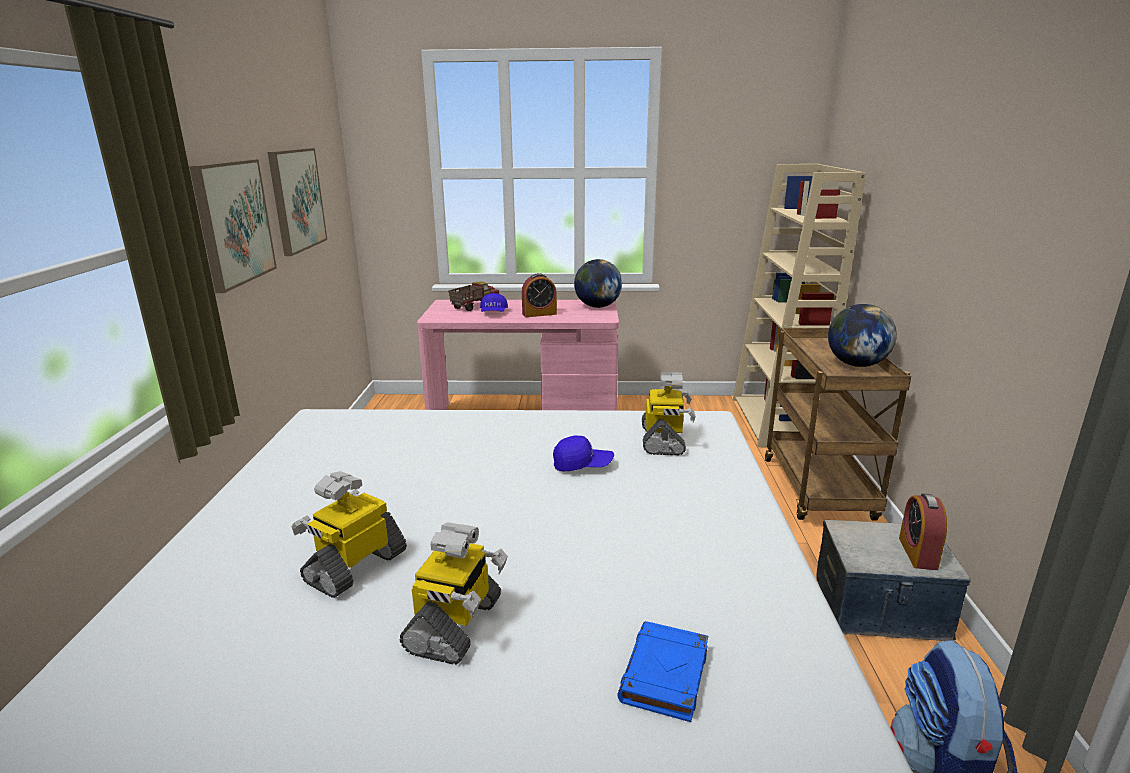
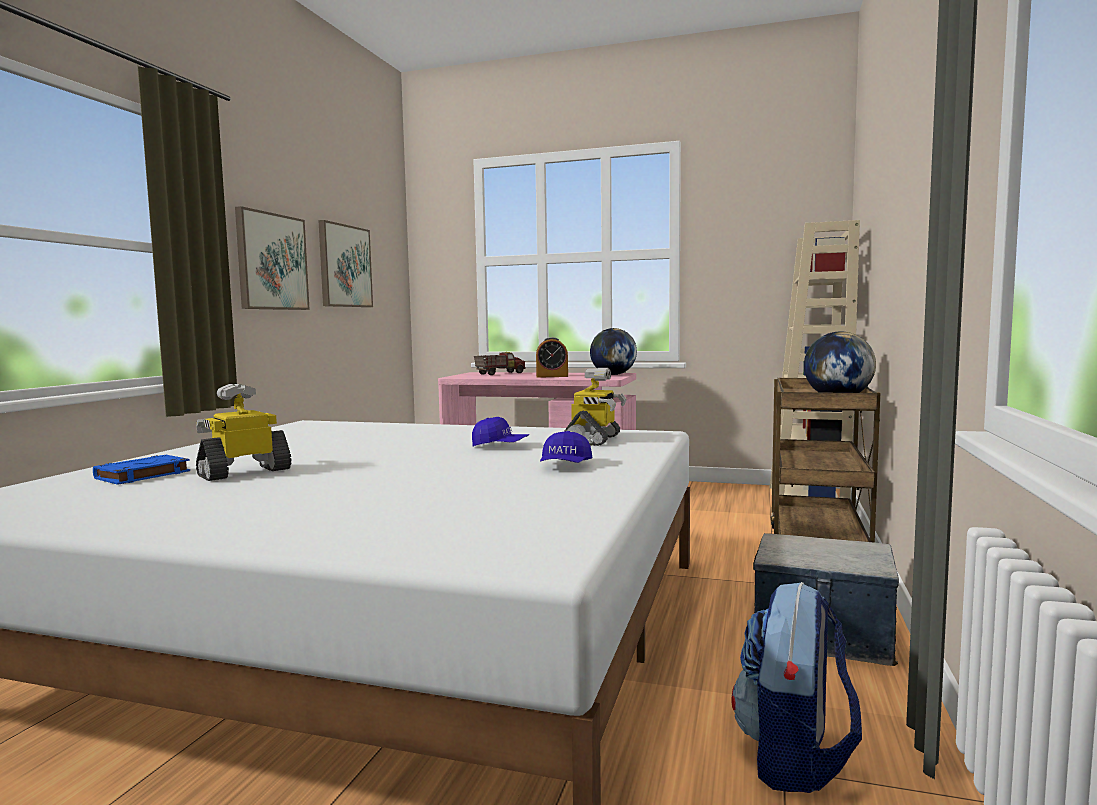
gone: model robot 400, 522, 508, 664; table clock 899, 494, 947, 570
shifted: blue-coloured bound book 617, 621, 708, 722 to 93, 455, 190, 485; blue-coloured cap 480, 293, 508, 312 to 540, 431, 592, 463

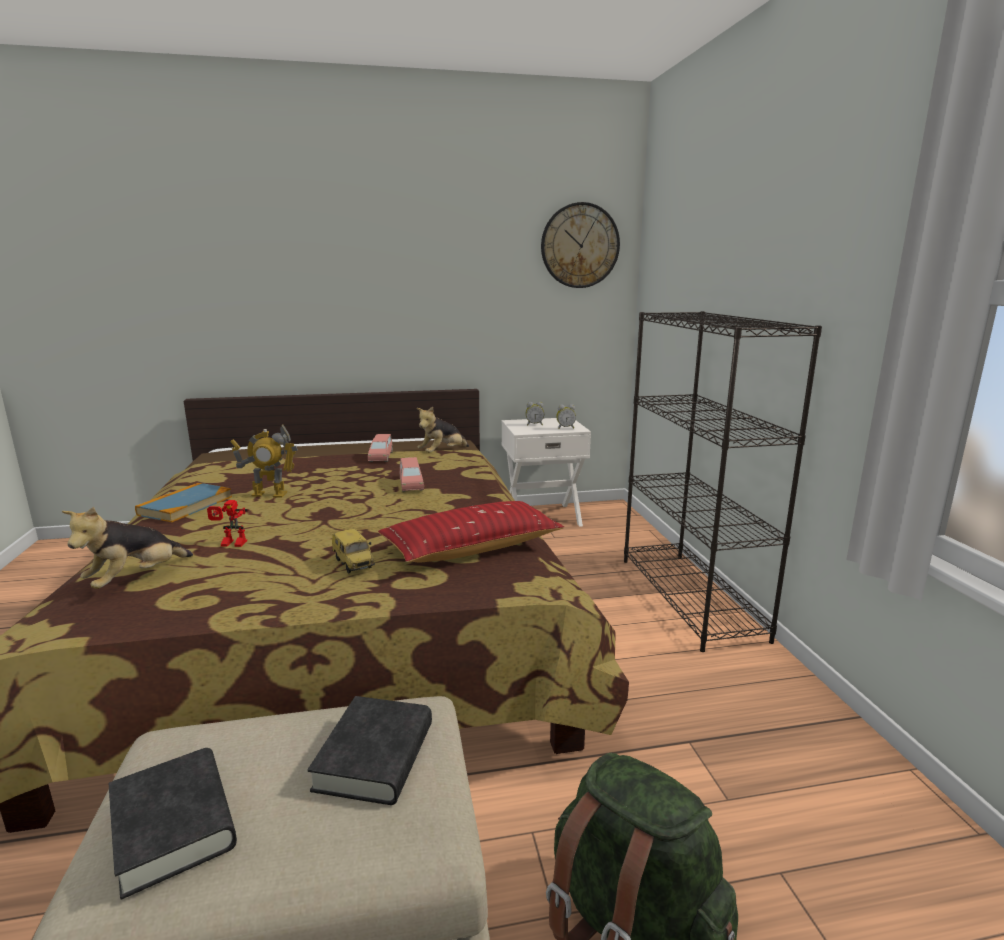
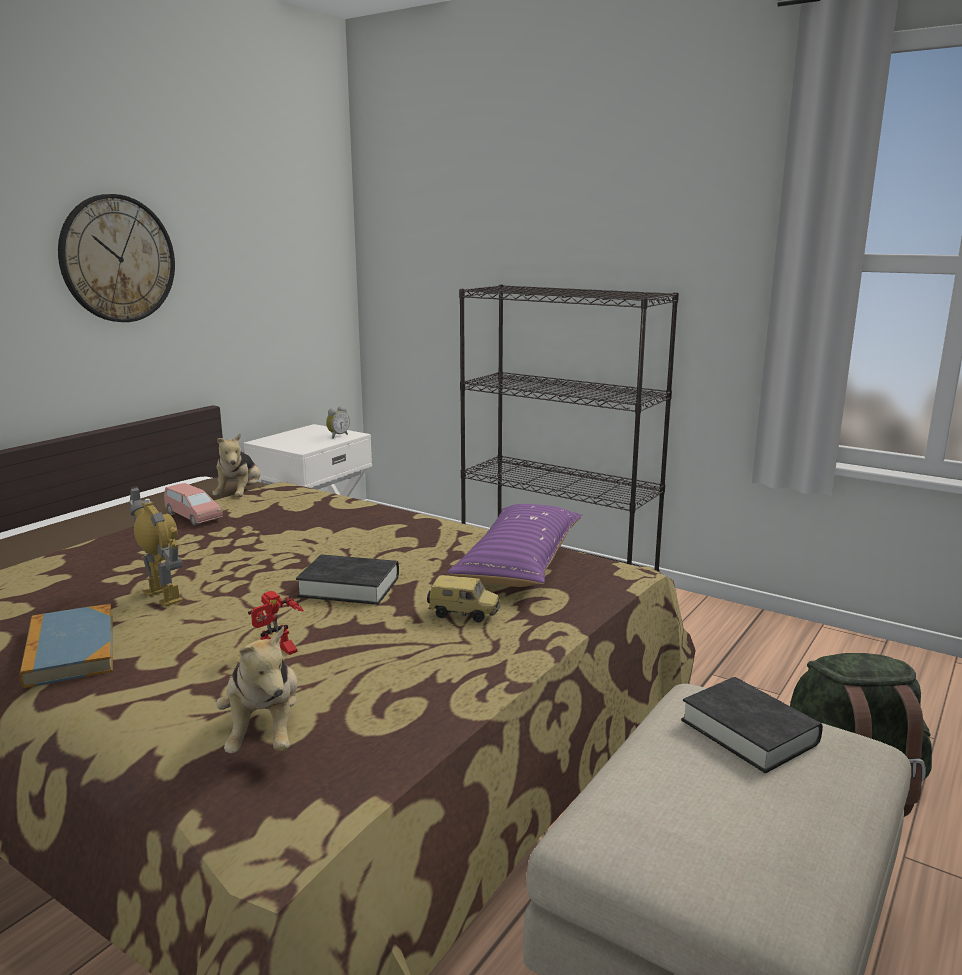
gone: pink miniature car 400, 457, 424, 492; table clock 526, 402, 544, 426
shifted: clock on the wall 541, 202, 620, 288 to 58, 194, 175, 322; blackish bound book 109, 748, 237, 900 to 296, 554, 399, 605
repainted: red pillow 378, 501, 564, 562 to purplish pillow 447, 504, 583, 587
rotated: model robot 230, 425, 298, 498 = 130, 486, 183, 607 90 degrees counterclockwise

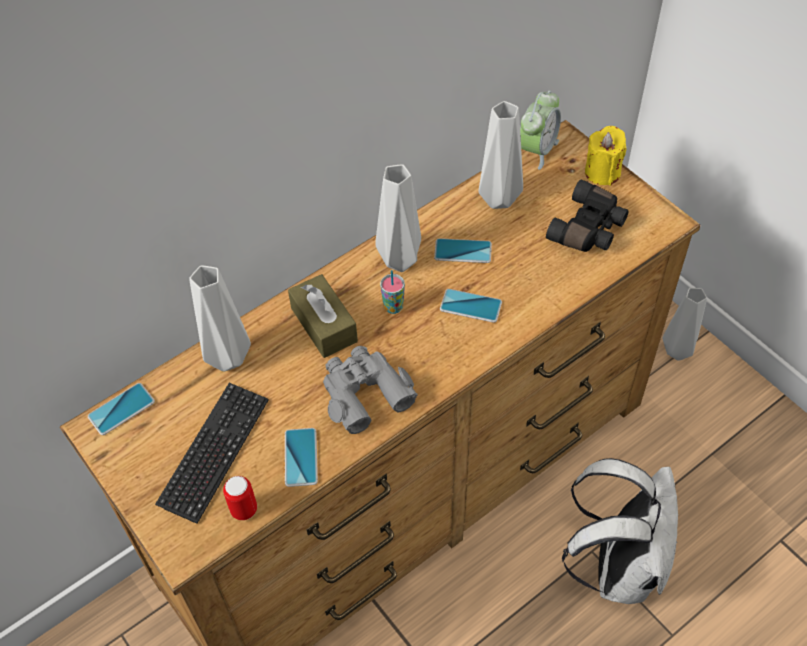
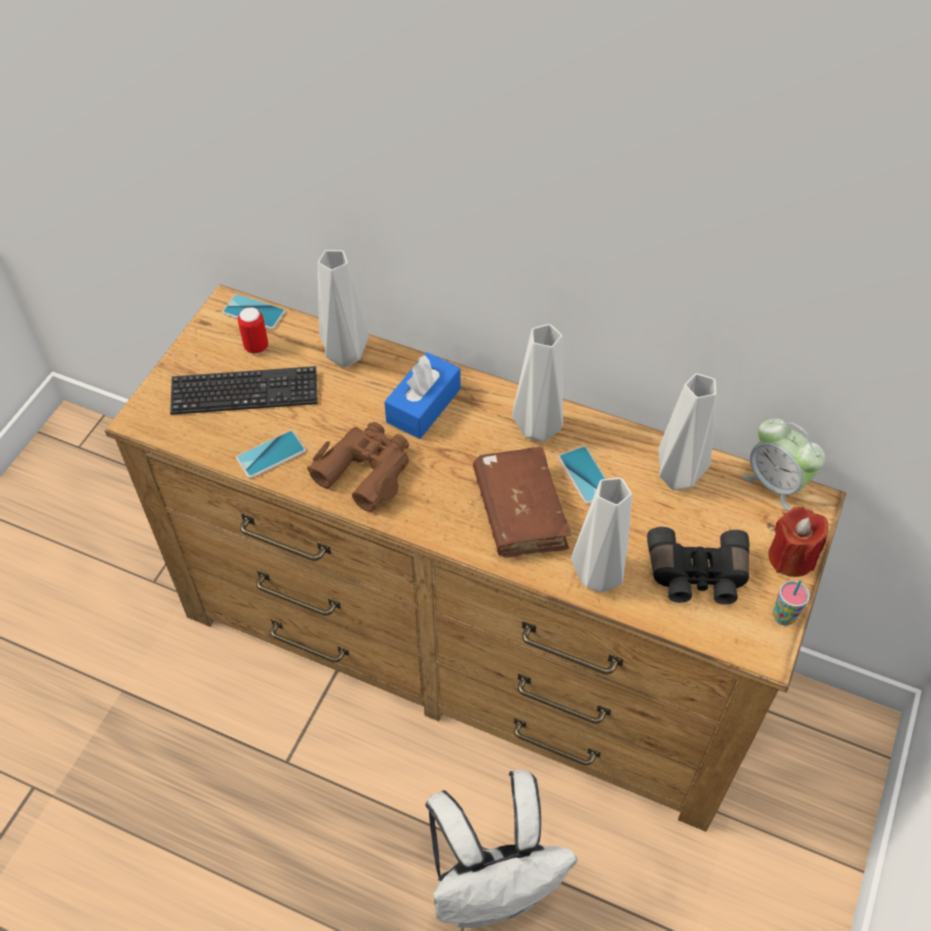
shifted: metal can 223, 476, 257, 520 to 238, 307, 268, 354; grey flower vase 662, 288, 707, 361 to 571, 478, 632, 593; small cup 380, 270, 405, 314 to 773, 580, 810, 626
swapped: phone 440, 289, 502, 323 to brown-coloured bound book 473, 447, 572, 558
repainted: grey pair of binoculars 323, 346, 418, 434 to brown-coloured pair of binoculars 307, 422, 409, 512; brown-coloured box of tissues 288, 274, 358, 358 to blue-coloured box of tissues 384, 352, 460, 439; yellowish wax candle 585, 126, 626, 186 to red wax candle 768, 507, 828, 577
rotated: table clock 520, 90, 561, 170 = 742, 418, 825, 511 45 degrees clockwise

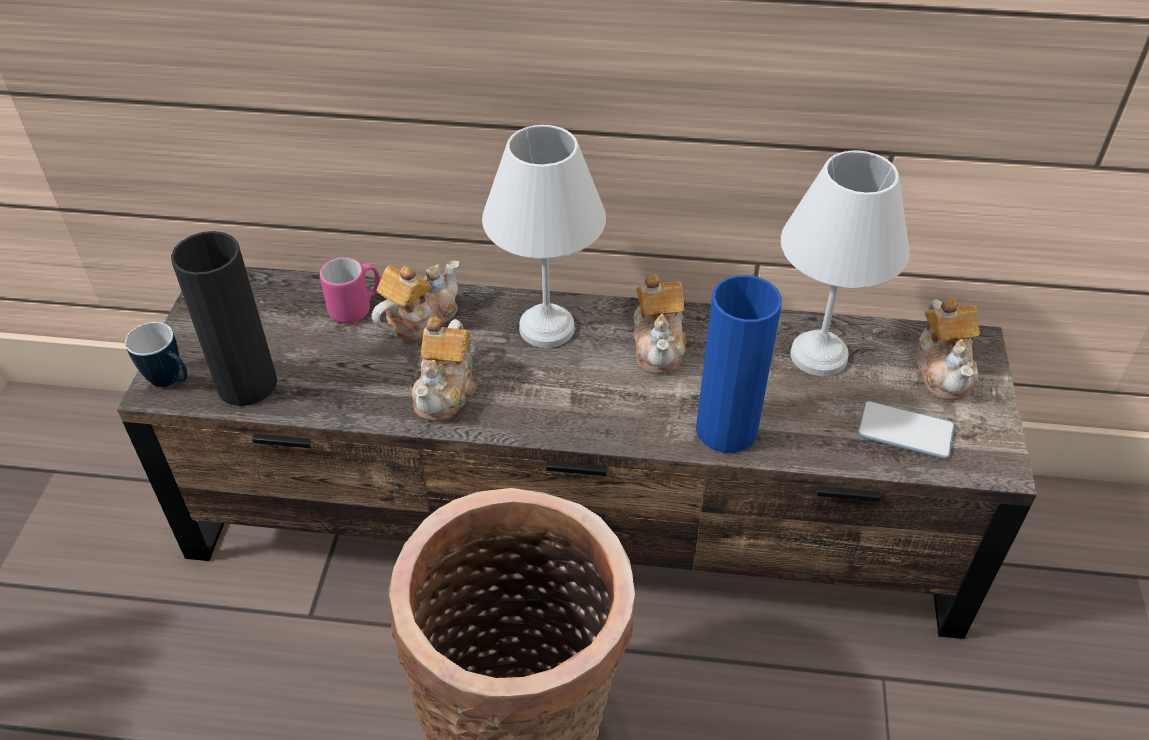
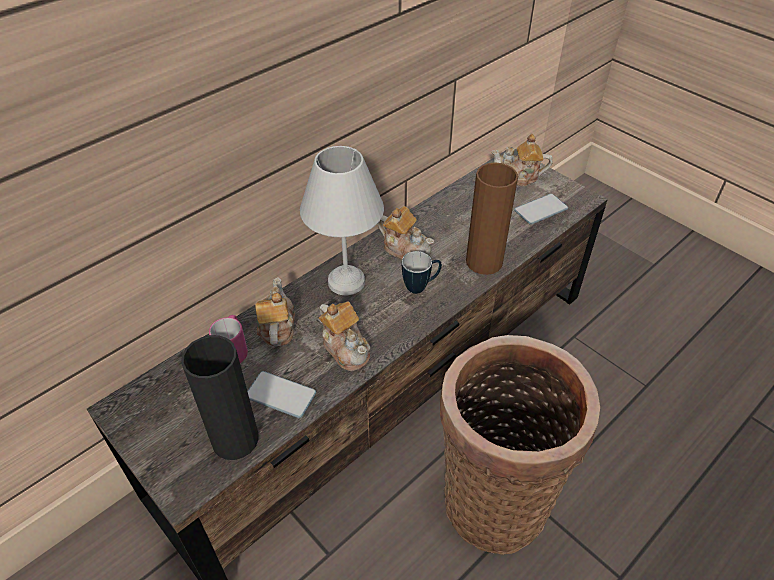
gone: white-coloured tabletop lamp 781, 150, 910, 376
new: phone 247, 371, 316, 418
shifted: mug 125, 322, 188, 387 to 402, 251, 442, 294
repainted: blue-coloured flower vase 696, 275, 782, 453 to brown-coloured flower vase 466, 162, 518, 275
rotated: teapot 915, 298, 980, 400 = 491, 134, 553, 187 150 degrees clockwise

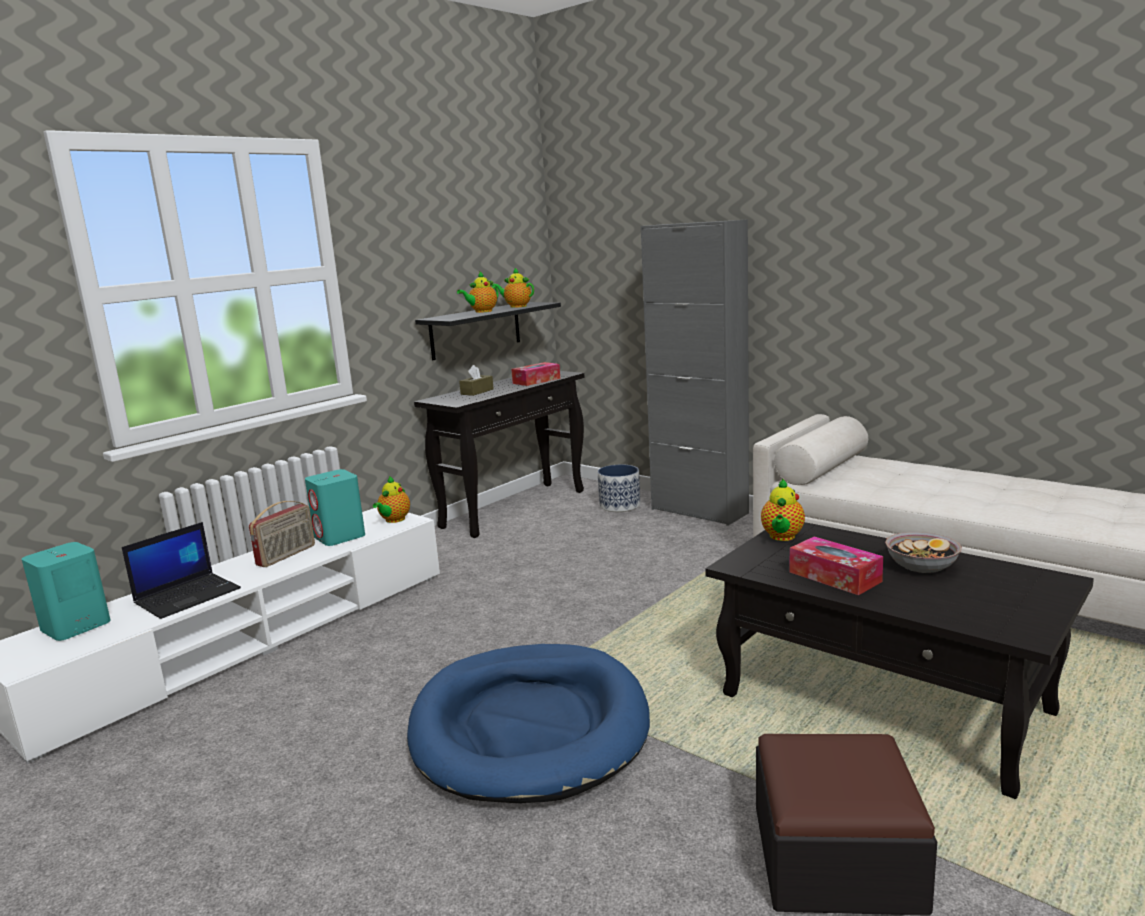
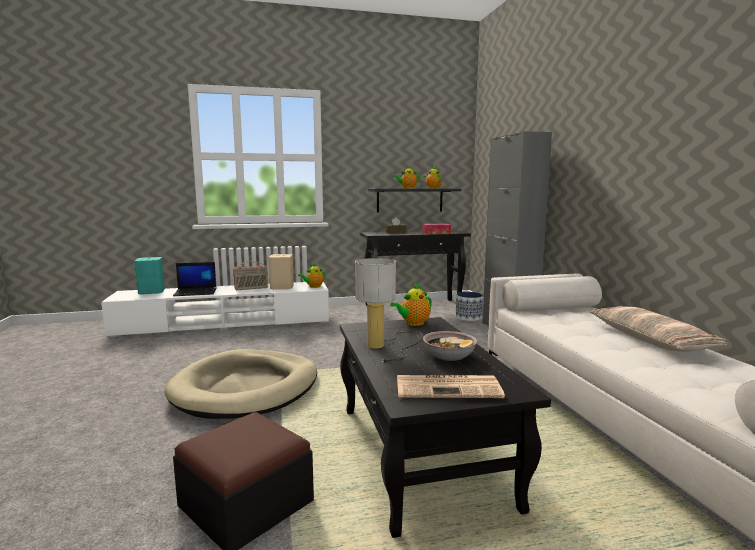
new: printed paper 397, 375, 505, 398; pillow 589, 306, 728, 352
swapped: box of tissues 789, 537, 883, 595 to tabletop lamp 355, 258, 423, 363
repainted: blue-coloured dog bed 407, 644, 650, 803 to beige-coloured dog bed 165, 349, 317, 419; blue-green loudspeaker 305, 469, 365, 546 to beige-coloured loudspeaker 269, 254, 294, 290

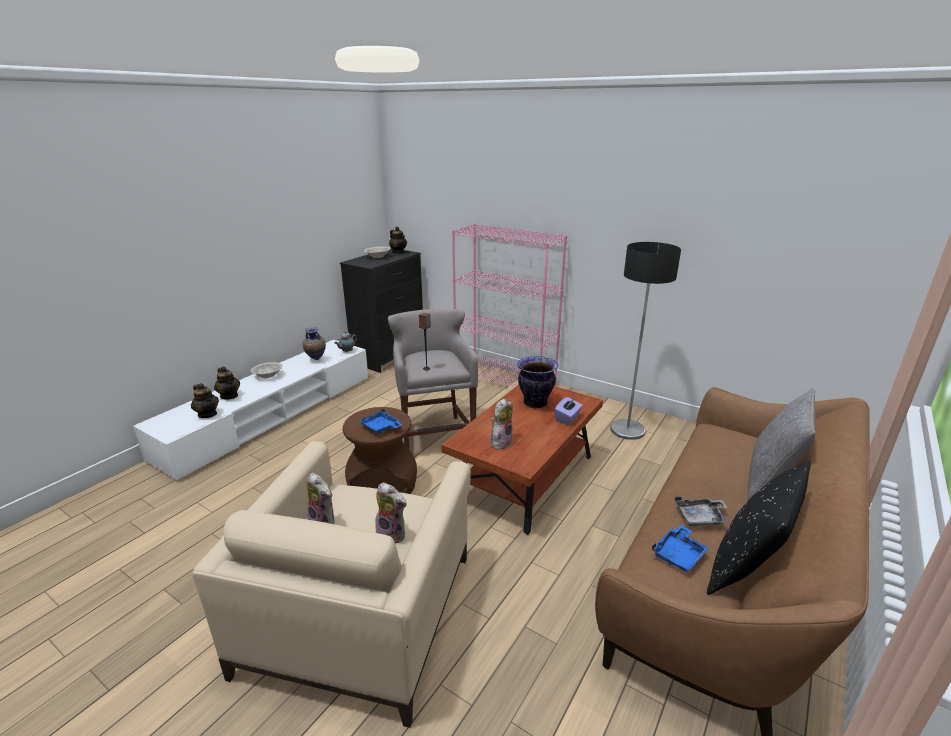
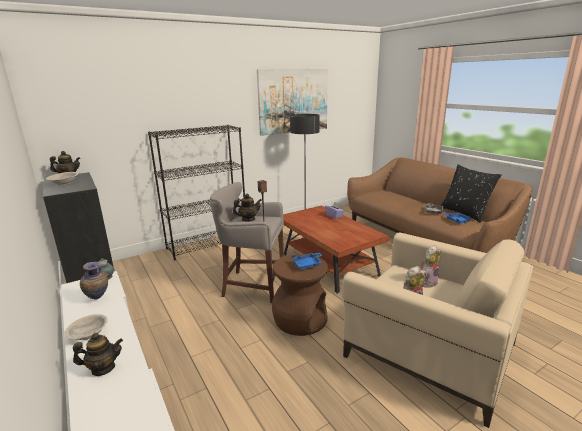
gone: soft toy 491, 398, 513, 450; flower vase 517, 356, 558, 408; grey pillow 747, 388, 816, 501
new: picture 257, 69, 328, 136
shifted: teapot 191, 383, 219, 418 to 233, 193, 262, 222
repainted: pink bookcase 452, 224, 567, 387 to blackish bookcase 148, 125, 245, 260

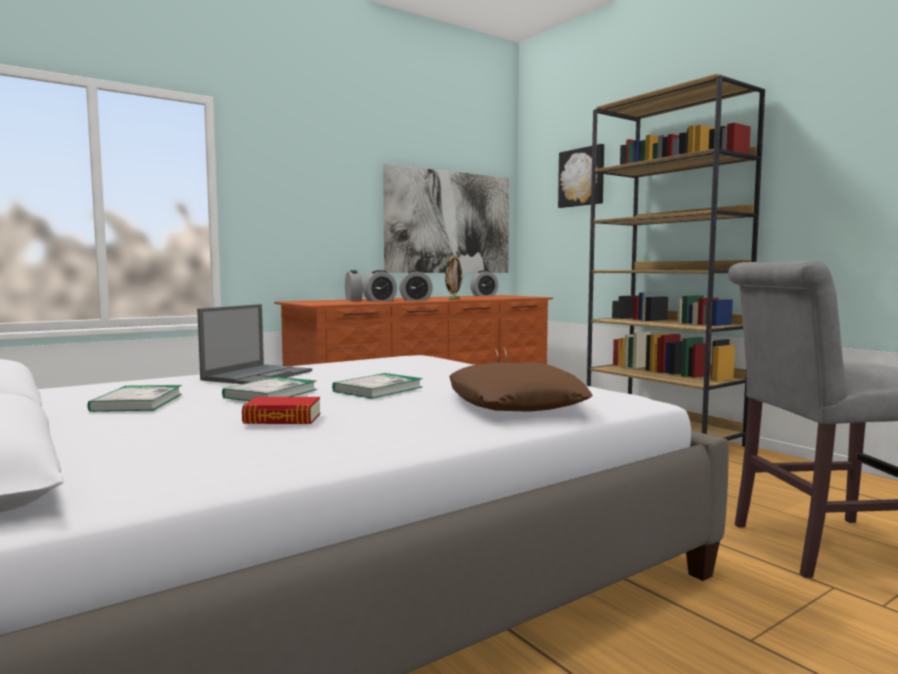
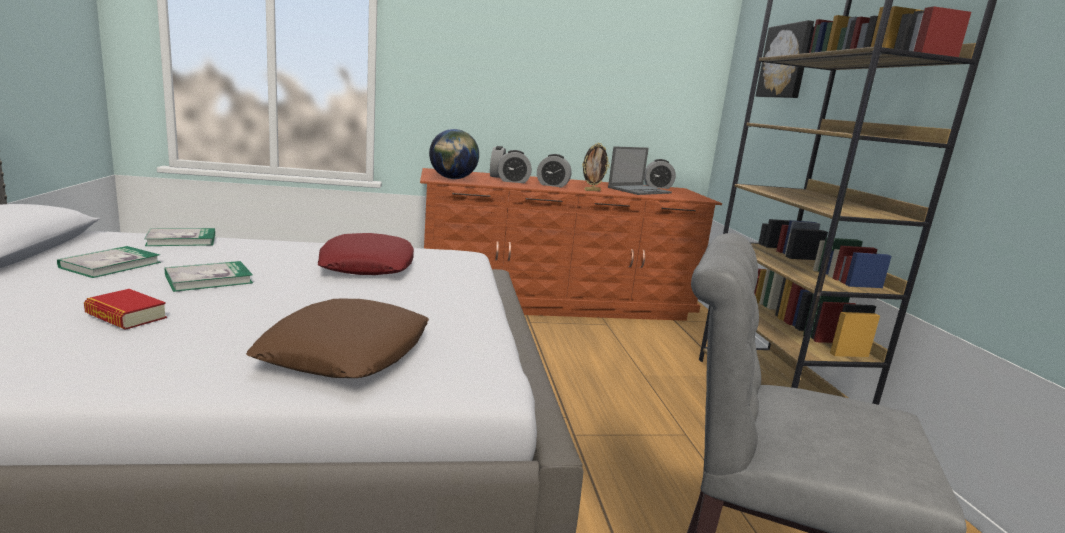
gone: picture 383, 164, 509, 273
new: red pillow 318, 233, 414, 275; globe 429, 129, 479, 179
shifted: bound book 332, 373, 423, 399 to 144, 228, 215, 246; portable computer 197, 304, 312, 384 to 608, 146, 672, 195

